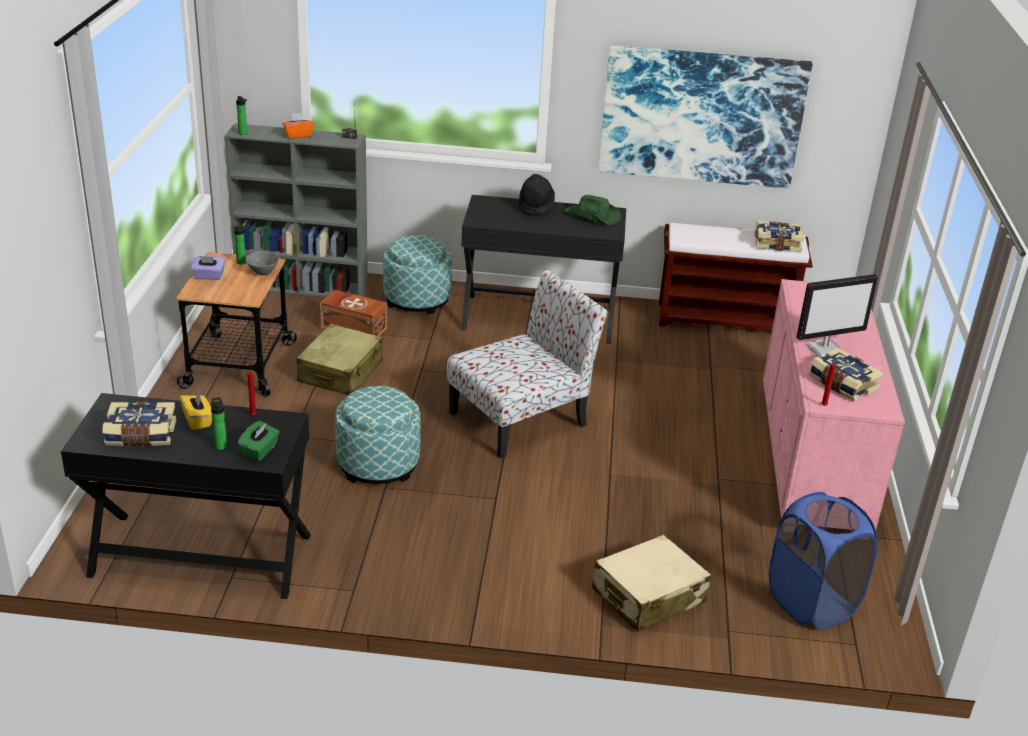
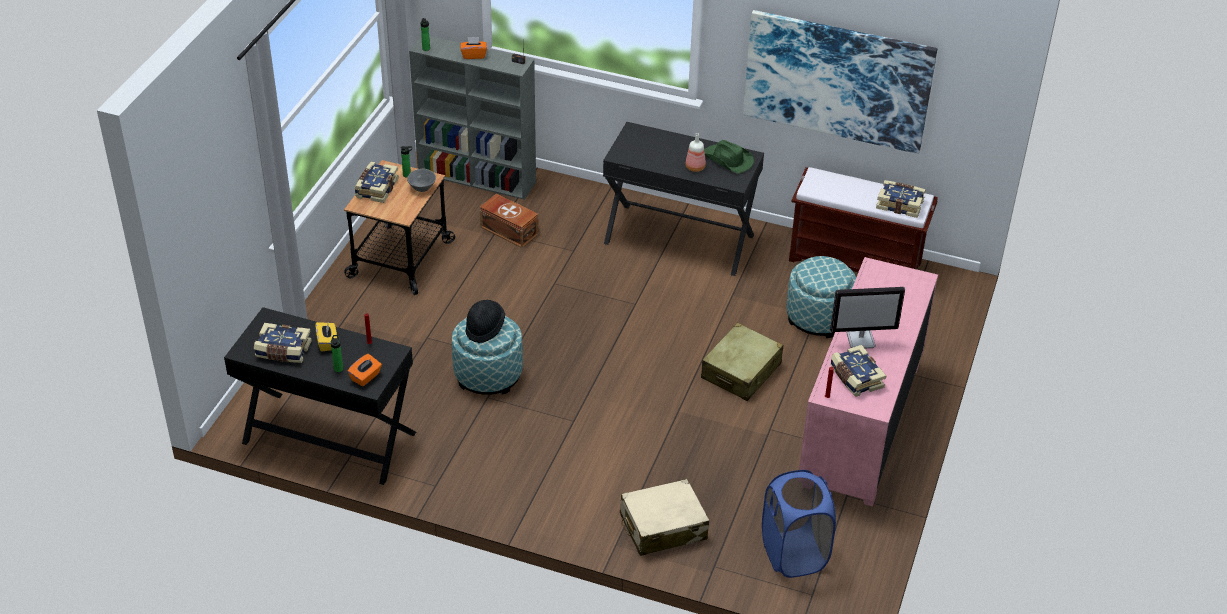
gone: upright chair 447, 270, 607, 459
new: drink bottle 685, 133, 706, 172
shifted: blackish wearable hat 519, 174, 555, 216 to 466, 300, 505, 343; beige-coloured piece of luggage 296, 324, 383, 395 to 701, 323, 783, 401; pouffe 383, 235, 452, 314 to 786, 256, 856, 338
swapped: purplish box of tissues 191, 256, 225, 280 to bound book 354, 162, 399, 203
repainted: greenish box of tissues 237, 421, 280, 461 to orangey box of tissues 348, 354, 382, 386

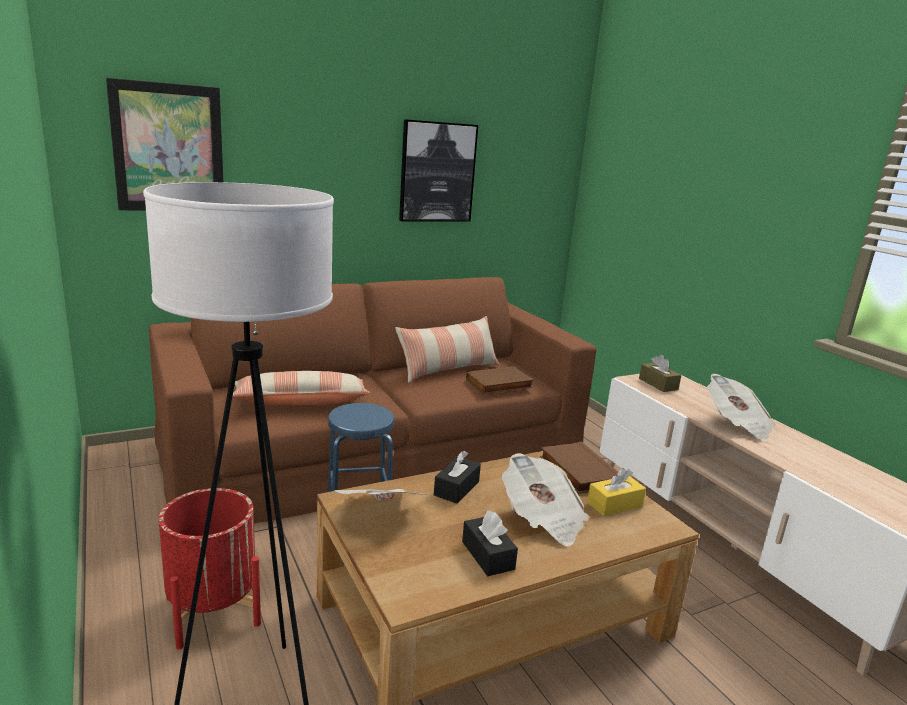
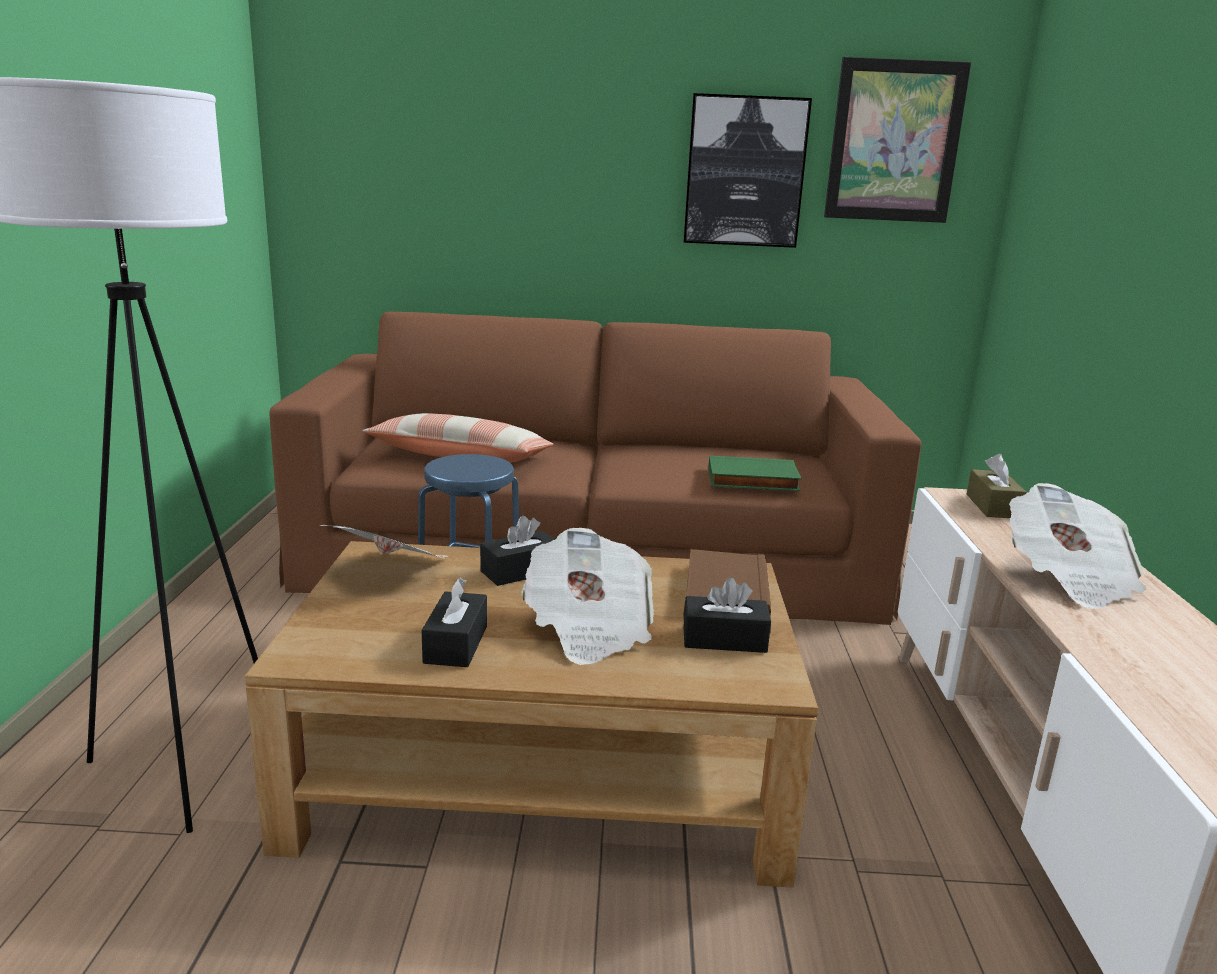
gone: red plant pot 158, 488, 261, 649; pillow 395, 316, 499, 383
shifted: picture 106, 78, 224, 211 to 824, 57, 971, 223
repainted: yellowish box of tissues 587, 468, 646, 516 to blackish box of tissues 683, 577, 771, 653; brown-coloured bound book 466, 366, 534, 394 to greenish bound book 708, 456, 802, 491

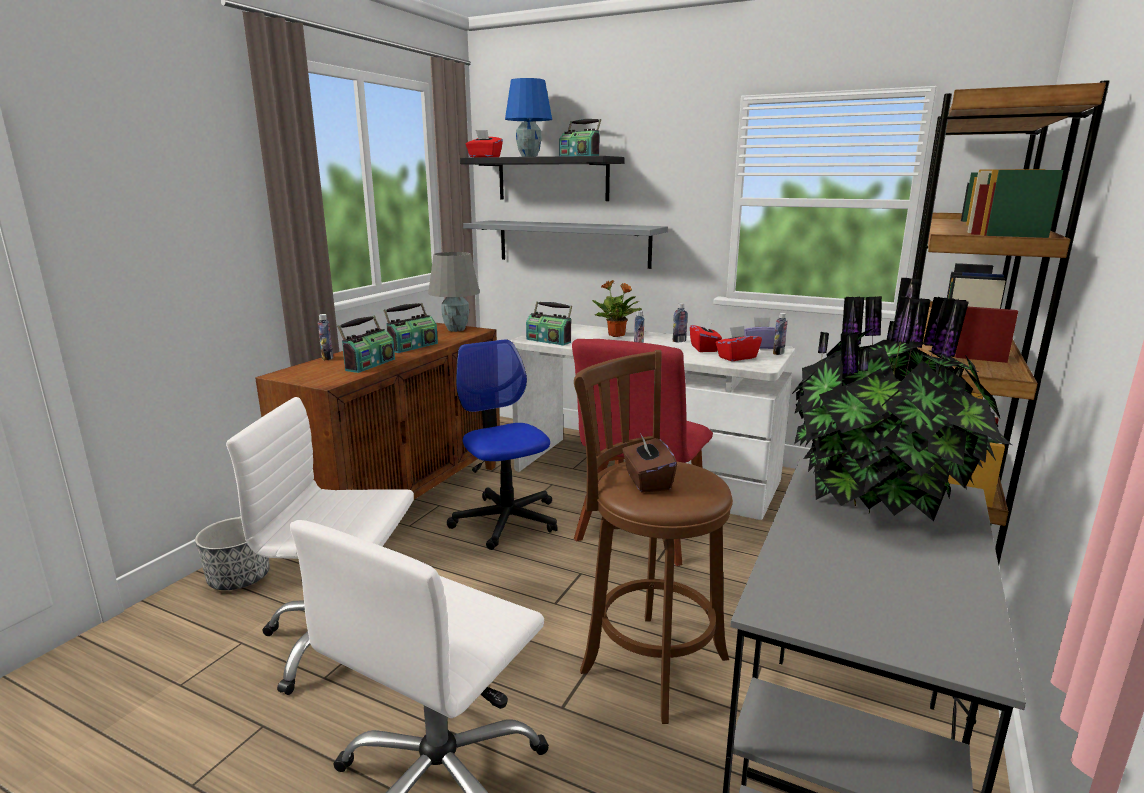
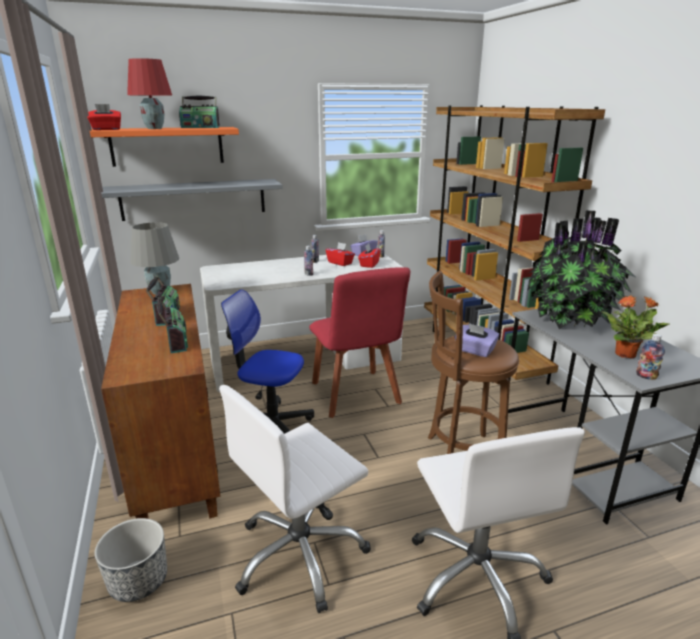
gone: radio 526, 302, 572, 346
shifted: plant in a pot 592, 280, 642, 337 to 602, 296, 669, 359; drink bottle 318, 314, 333, 360 to 636, 334, 665, 380
repainted: blackish bracket shelf 460, 156, 625, 201 to orangey bracket shelf 90, 127, 239, 167; blue-coloured tabletop lamp 505, 78, 552, 157 to red tabletop lamp 127, 58, 172, 129; brown-coloured box of tissues 622, 433, 677, 493 to purplish box of tissues 455, 323, 499, 357

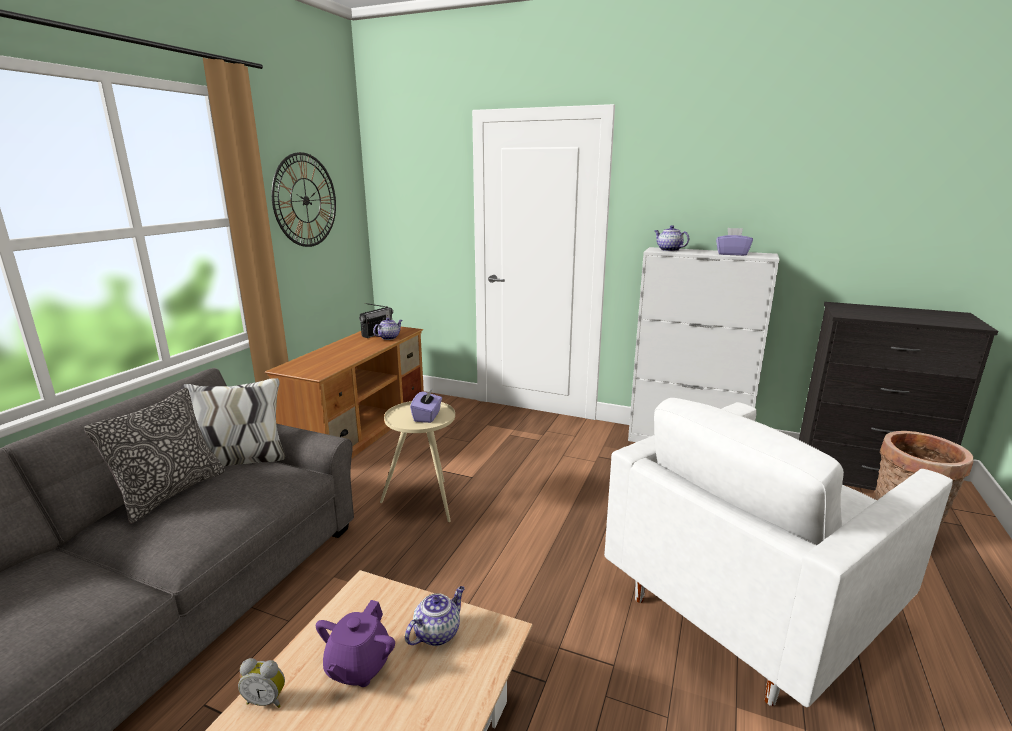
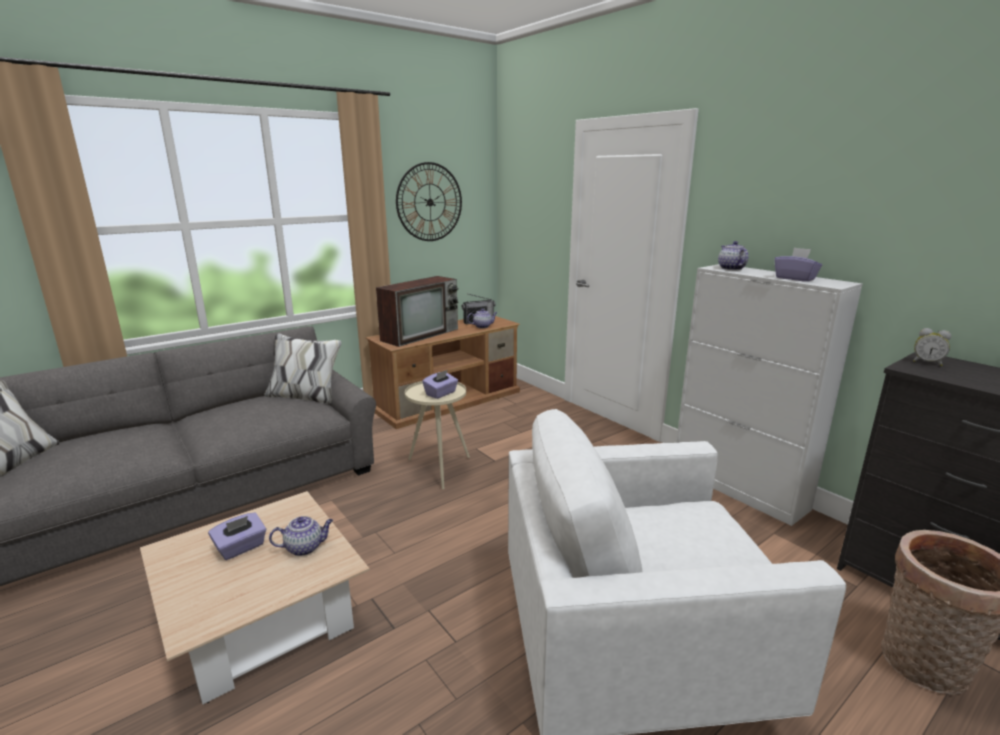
gone: pillow 84, 388, 225, 524
new: TV set 376, 276, 459, 347
shifted: table clock 238, 658, 285, 708 to 913, 328, 951, 366
swapped: purplish teapot 316, 600, 395, 687 to purplish box of tissues 208, 512, 266, 560

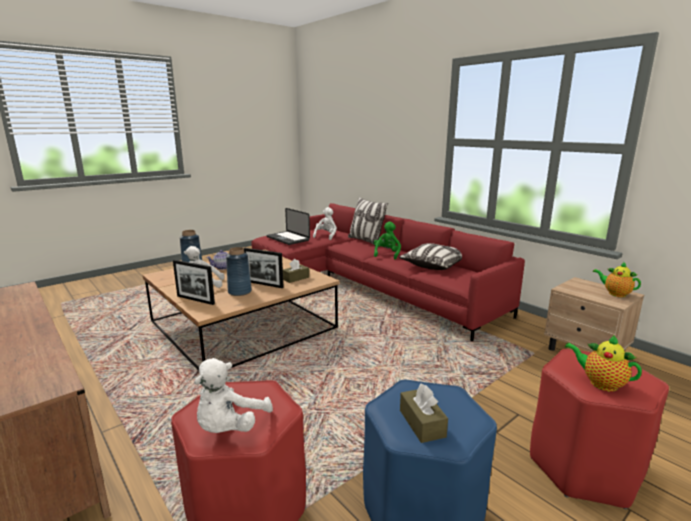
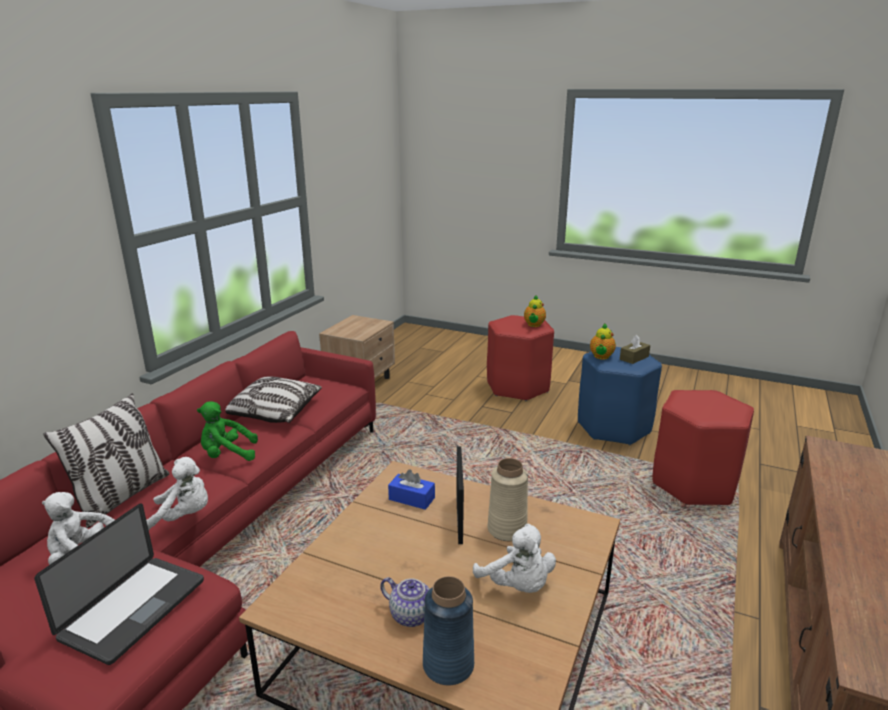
gone: photo frame 173, 260, 215, 305
shifted: white-coloured soft toy 194, 358, 273, 433 to 146, 457, 208, 530; teapot 593, 261, 641, 297 to 590, 324, 616, 360
repainted: brown-coloured box of tissues 283, 259, 309, 283 to blue-coloured box of tissues 388, 469, 435, 510; blue-coloured flower vase 226, 247, 252, 296 to beige-coloured flower vase 487, 458, 528, 541

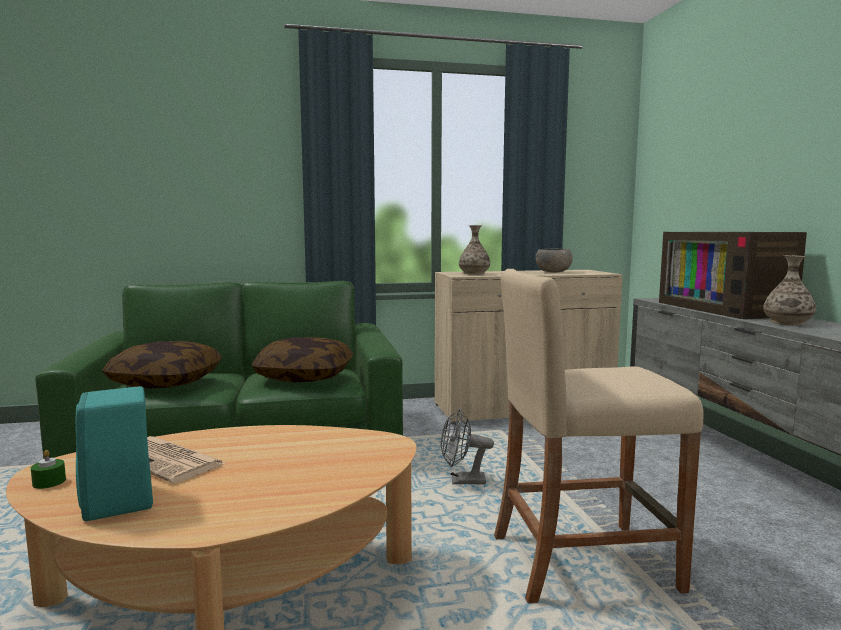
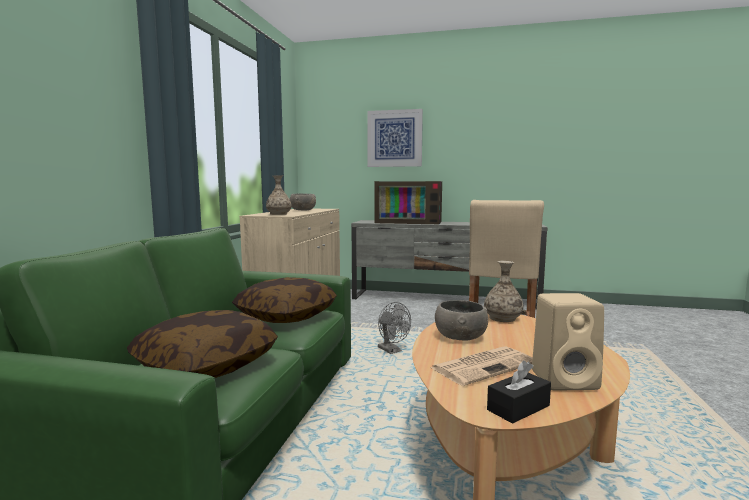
new: picture 367, 109, 423, 167; grey deep dish 435, 300, 488, 340
shifted: flower vase 763, 255, 816, 325 to 484, 261, 524, 322
swapped: greenish wax candle 31, 450, 66, 489 to blackish box of tissues 487, 361, 551, 424
repainted: blue-green loudspeaker 75, 386, 153, 521 to beige-coloured loudspeaker 532, 293, 604, 391
rotated: grey cooling fan 441, 409, 494, 484 = 378, 302, 411, 354 60 degrees counterclockwise

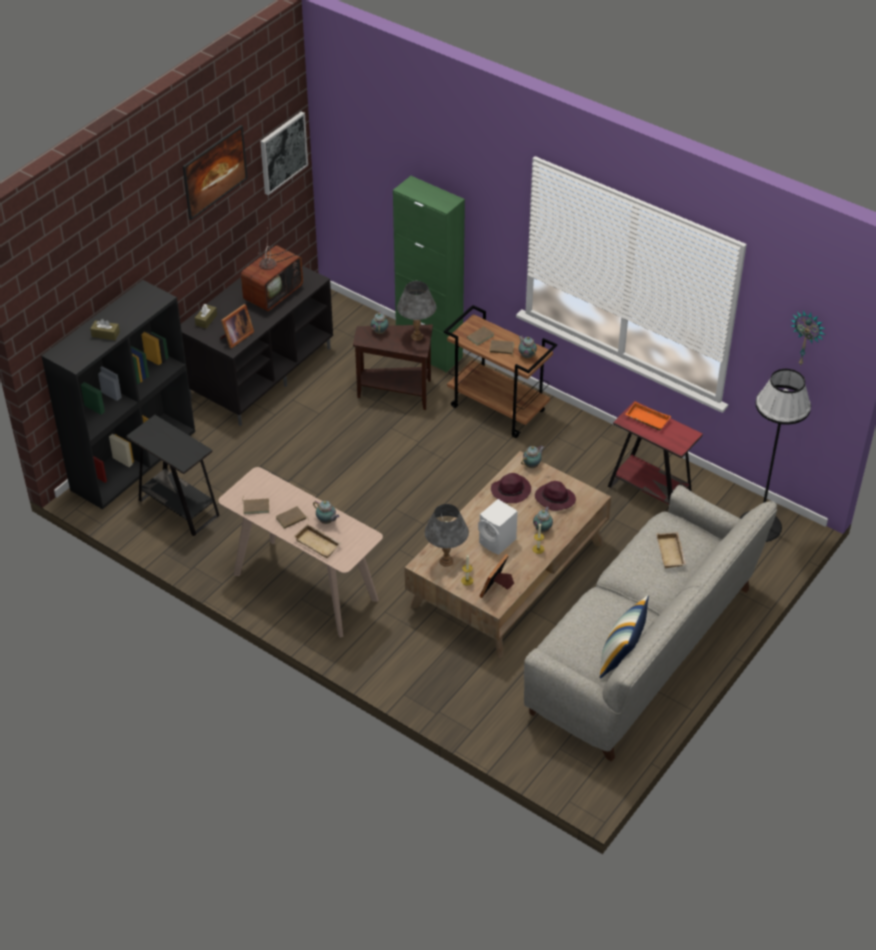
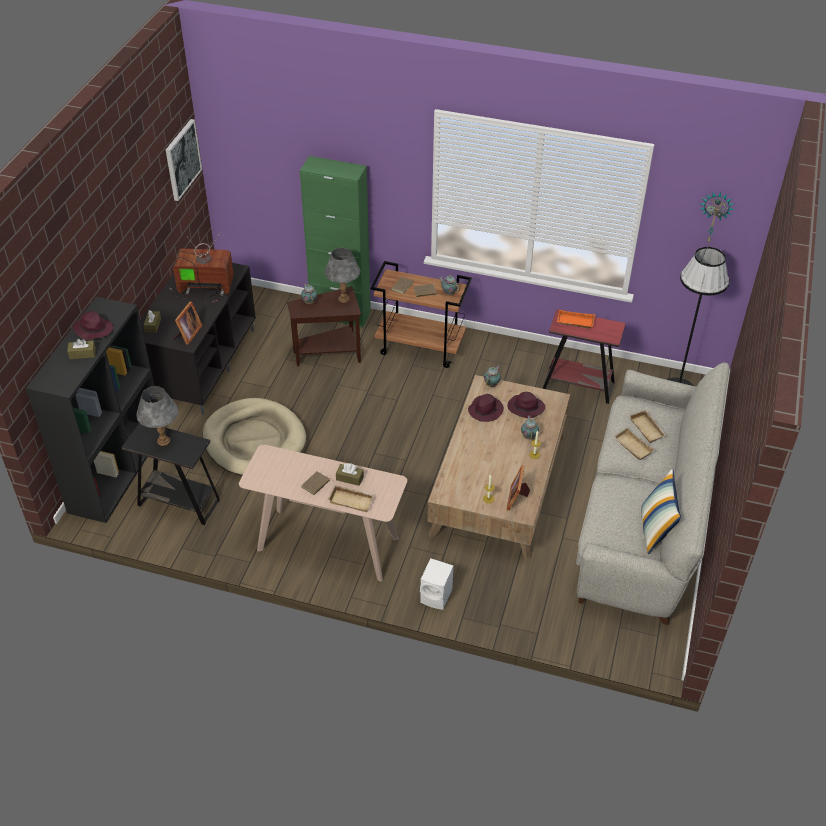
gone: picture 183, 125, 248, 220; brown-coloured bound book 242, 496, 269, 514
new: purplish wearable hat 73, 311, 113, 340; beige-coloured dog bed 203, 398, 306, 476; beige-coloured serving tray 613, 428, 655, 460
shifted: grey tabletop lamp 424, 504, 469, 567 to 136, 386, 179, 446; white-coloured loudspeaker 478, 499, 518, 555 to 420, 558, 453, 610
swapped: teapot 313, 500, 340, 524 to brown-coloured box of tissues 336, 463, 364, 486
rotated: TV set 241, 227, 303, 311 = 170, 232, 234, 302 105 degrees counterclockwise

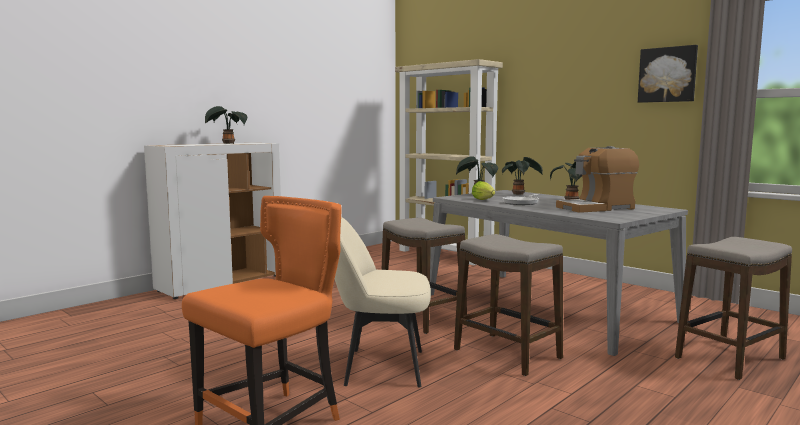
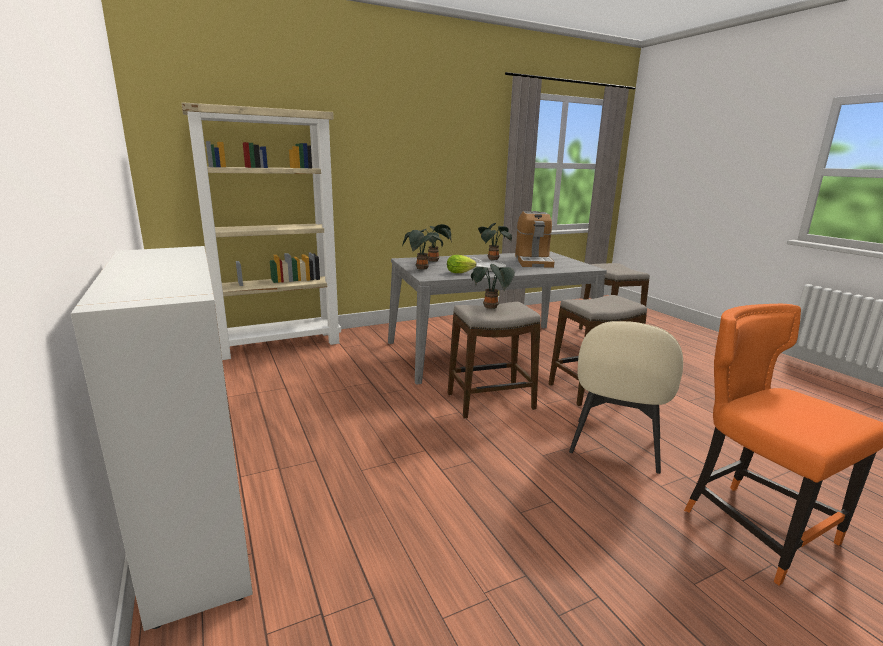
gone: picture 638, 45, 698, 103
shifted: plant in a pot 205, 106, 248, 144 to 471, 264, 515, 309

